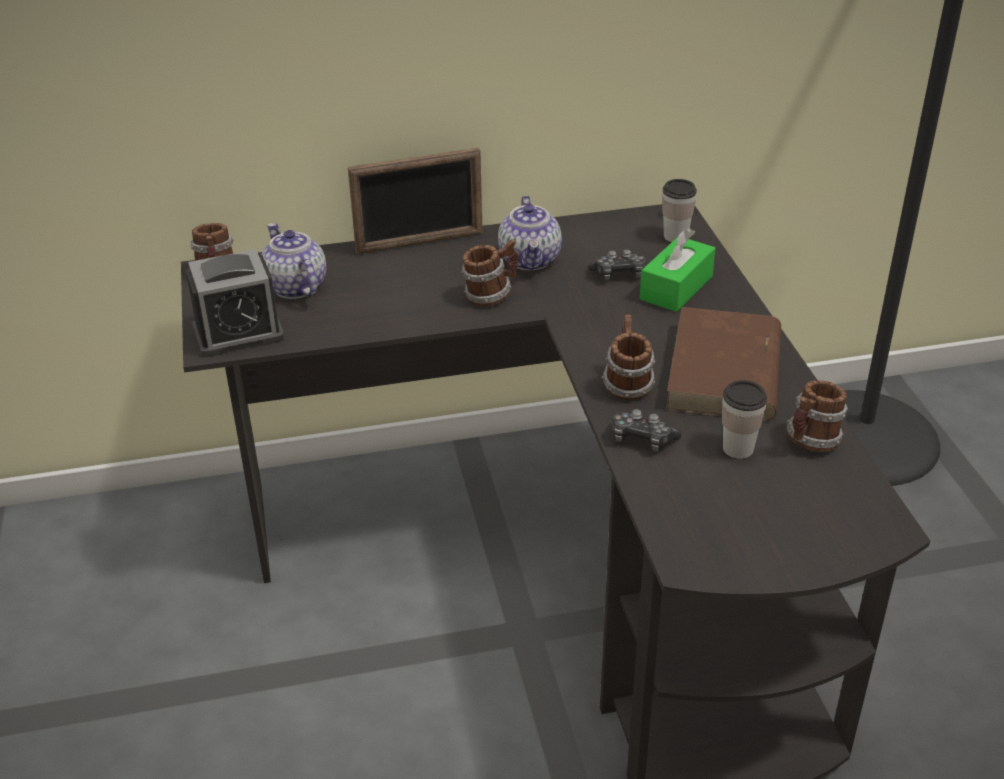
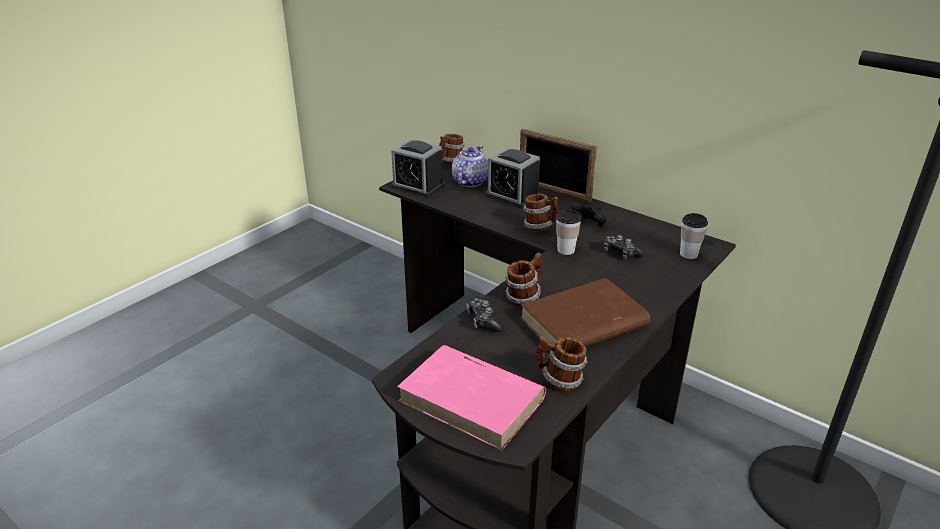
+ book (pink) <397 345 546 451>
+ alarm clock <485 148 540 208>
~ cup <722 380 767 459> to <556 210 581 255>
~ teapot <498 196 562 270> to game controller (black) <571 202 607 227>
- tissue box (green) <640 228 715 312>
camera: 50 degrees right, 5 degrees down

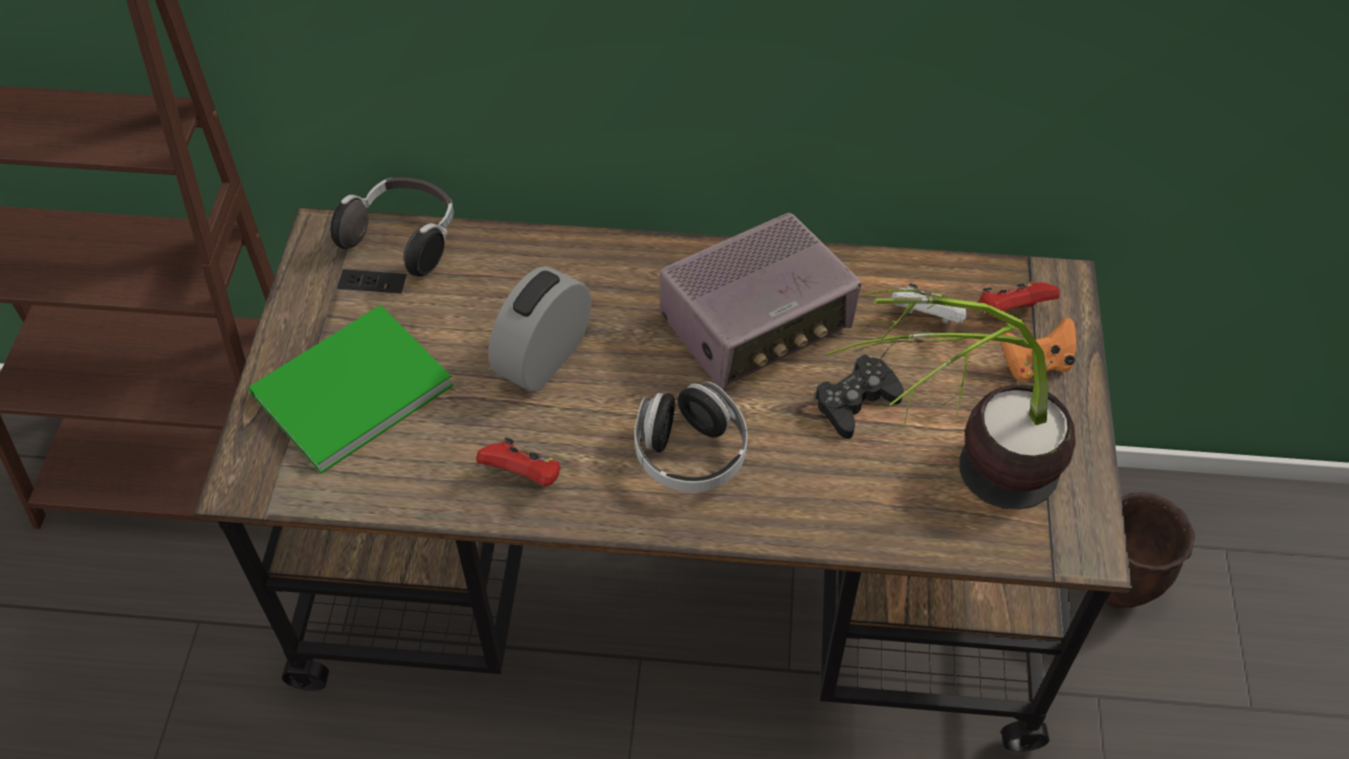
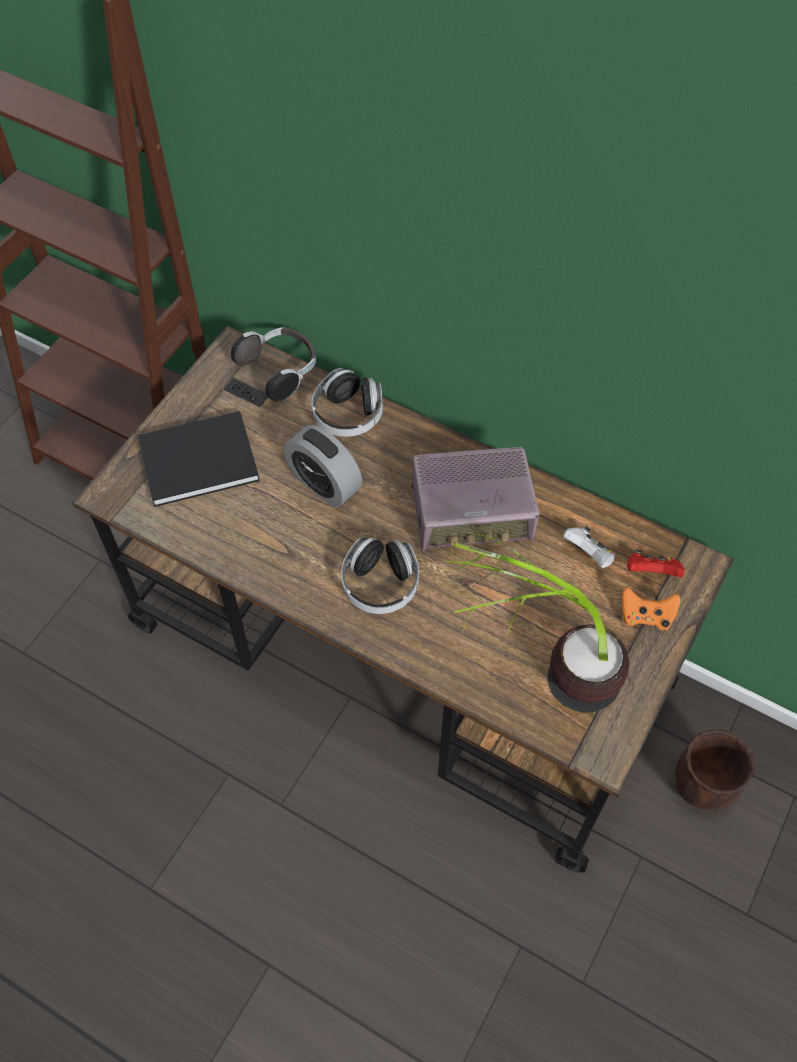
~ book (green) <248 305 453 473> to book (black) <138 411 260 507>
~ alarm clock <488 266 591 392> = <284 425 362 507> 105 degrees counterclockwise
+ headphones <312 368 383 437>
- game controller (red) <476 438 561 487>
- game controller (black) <814 355 904 439>
camera: 25 degrees right, 5 degrees up

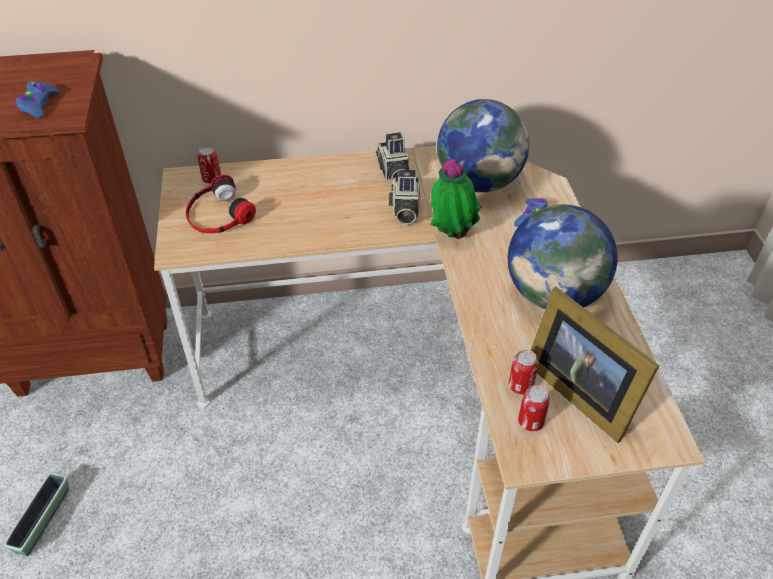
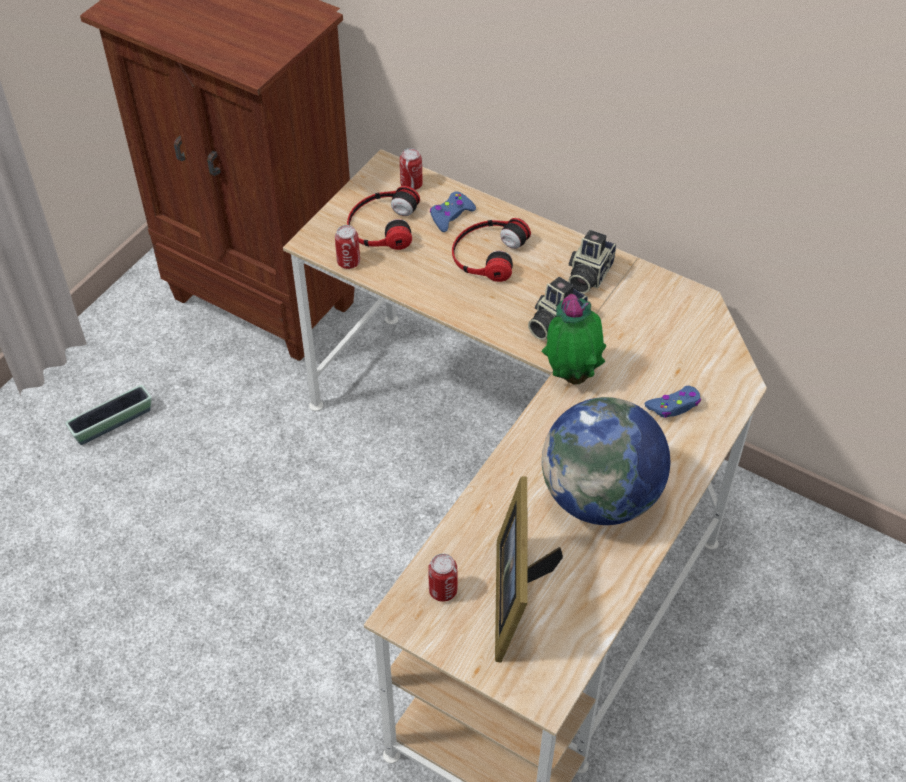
~ can <509 350 539 395> to <335 225 360 269>
~ game controller (blue) <15 81 60 118> to <430 191 476 232>
+ headphones <452 218 531 282>
- globe <437 99 529 192>
camera: 40 degrees right, 5 degrees up

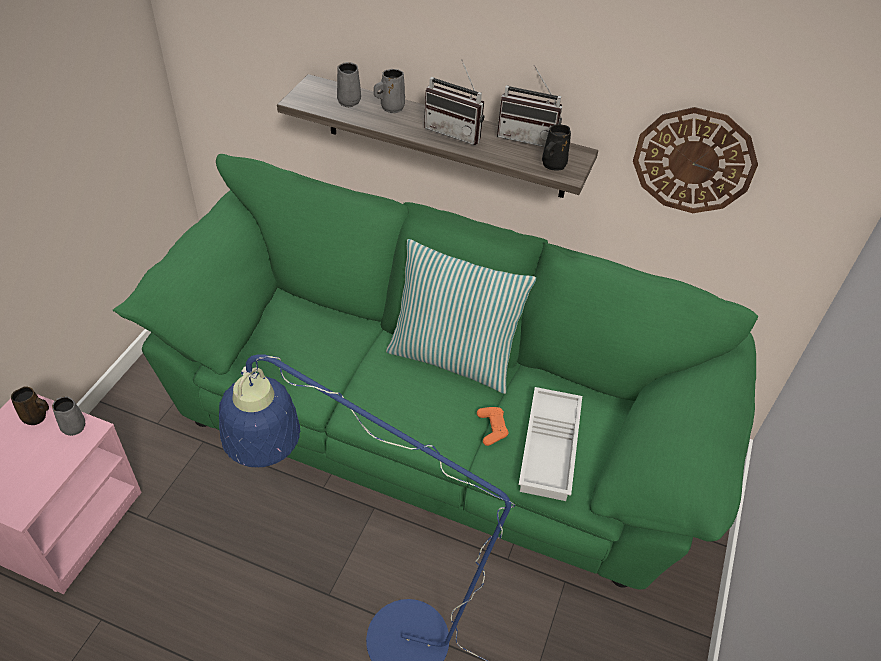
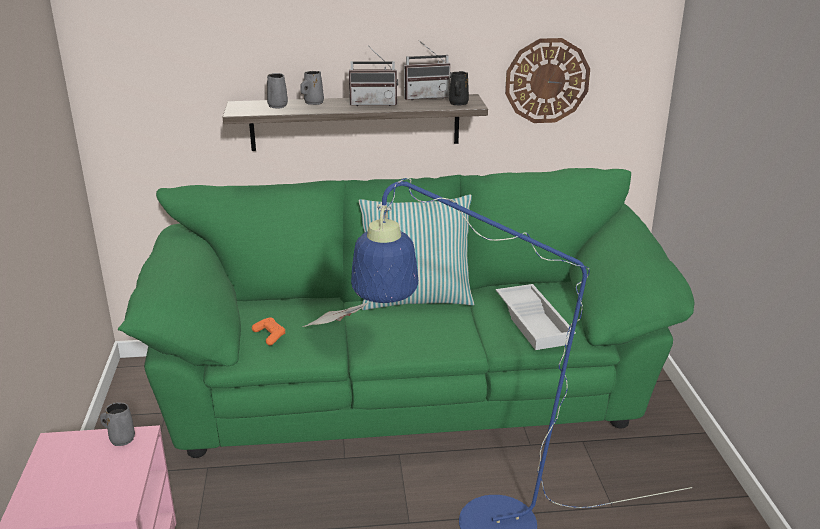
~ game controller (orange) <477 407 508 446> to <252 317 285 345>
+ newspaper <302 302 371 327>
- mug (brown) <11 386 49 425>
camera: 25 degrees left, 20 degrees down

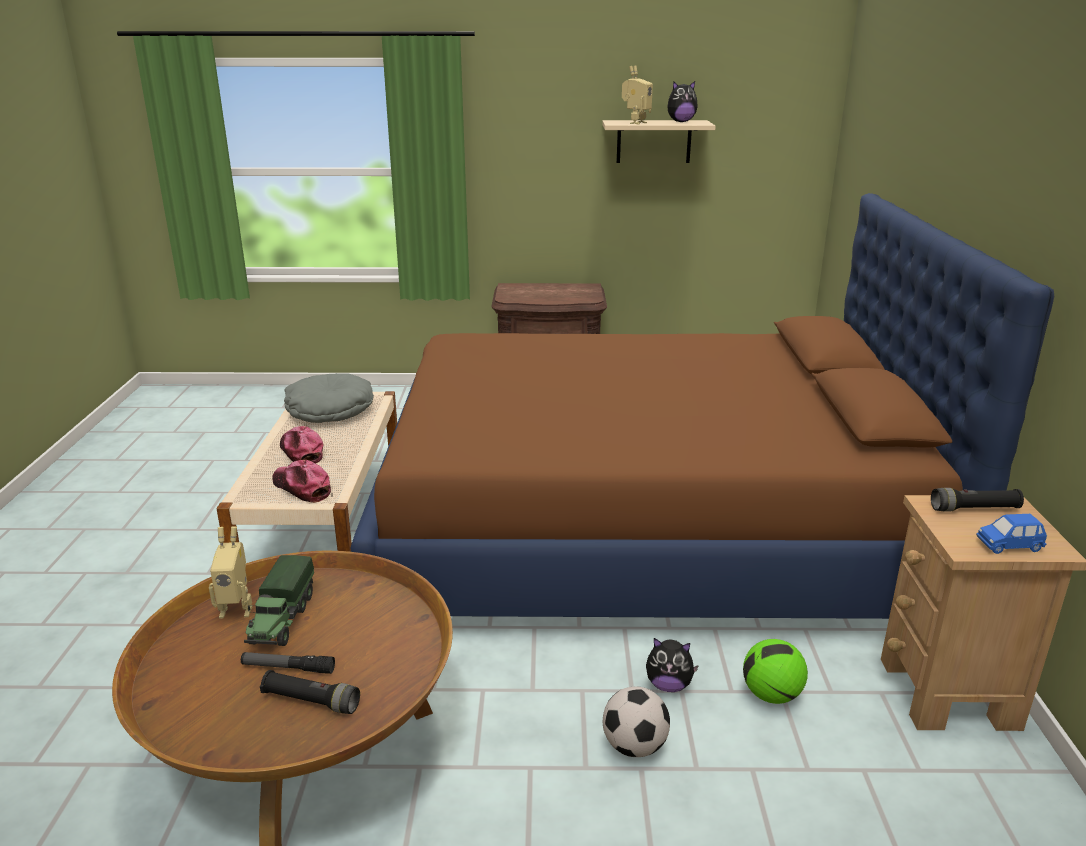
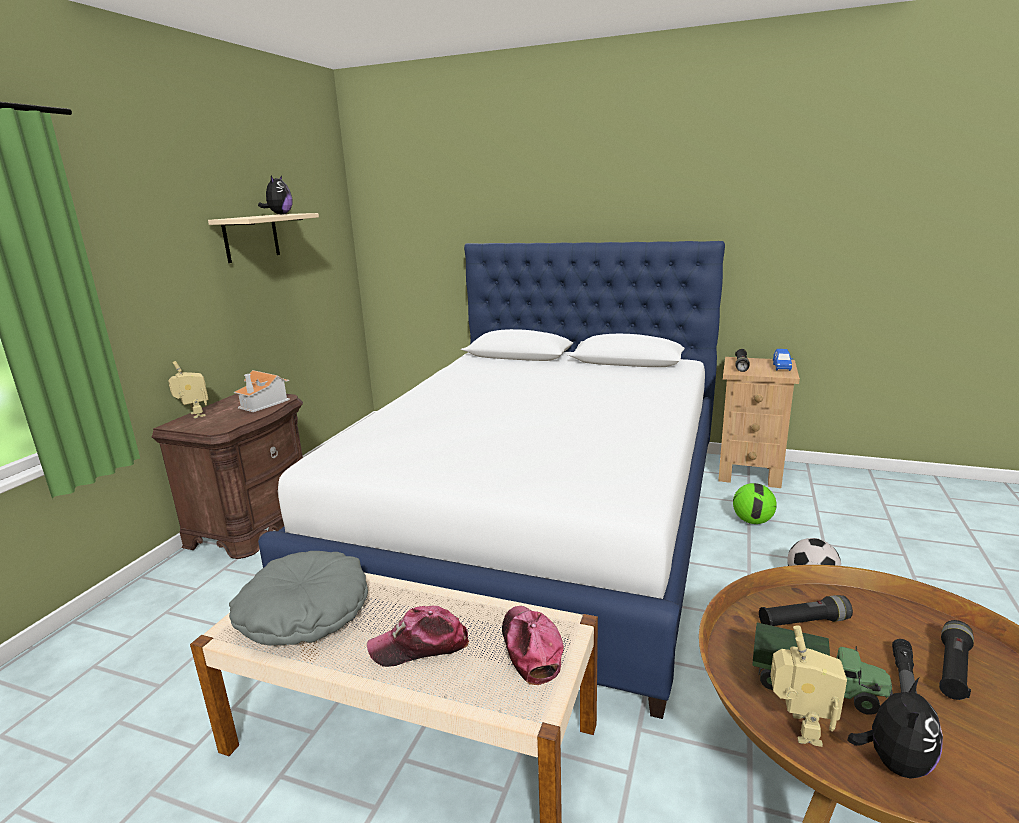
~ toy robot <622 65 653 124> to <168 361 208 418>
+ toy house <234 370 290 412>
~ bed (brown) <351 193 1054 619> to bed (white) <258 241 725 719>
~ cap <272 460 331 503> = <502 606 564 685> 105 degrees clockwise
+ flashlight (black) <759 595 853 626>
~ plush toy <646 638 699 692> to <847 678 943 779>
camera: 70 degrees left, 5 degrees down

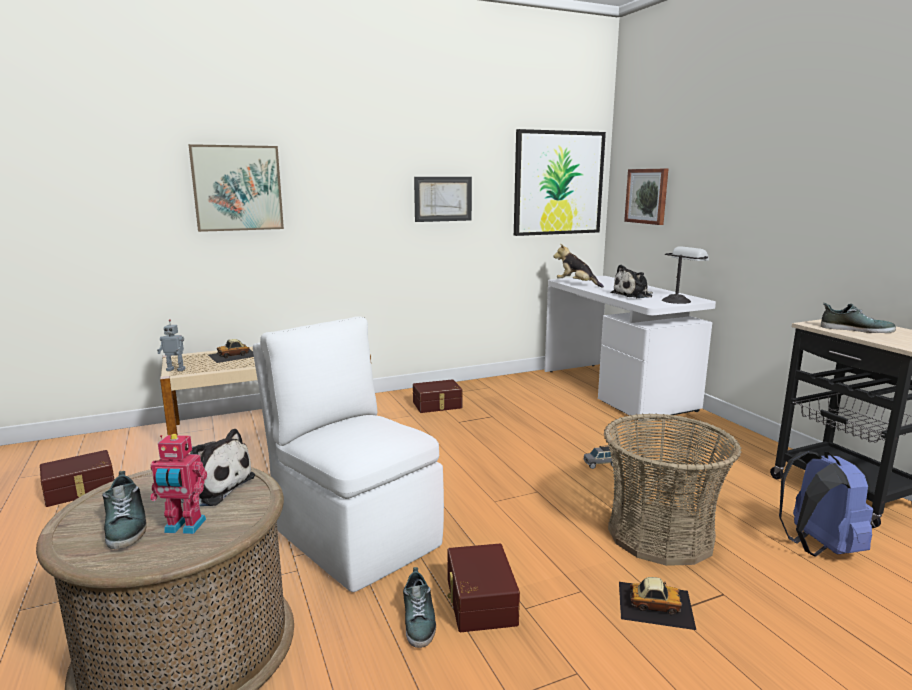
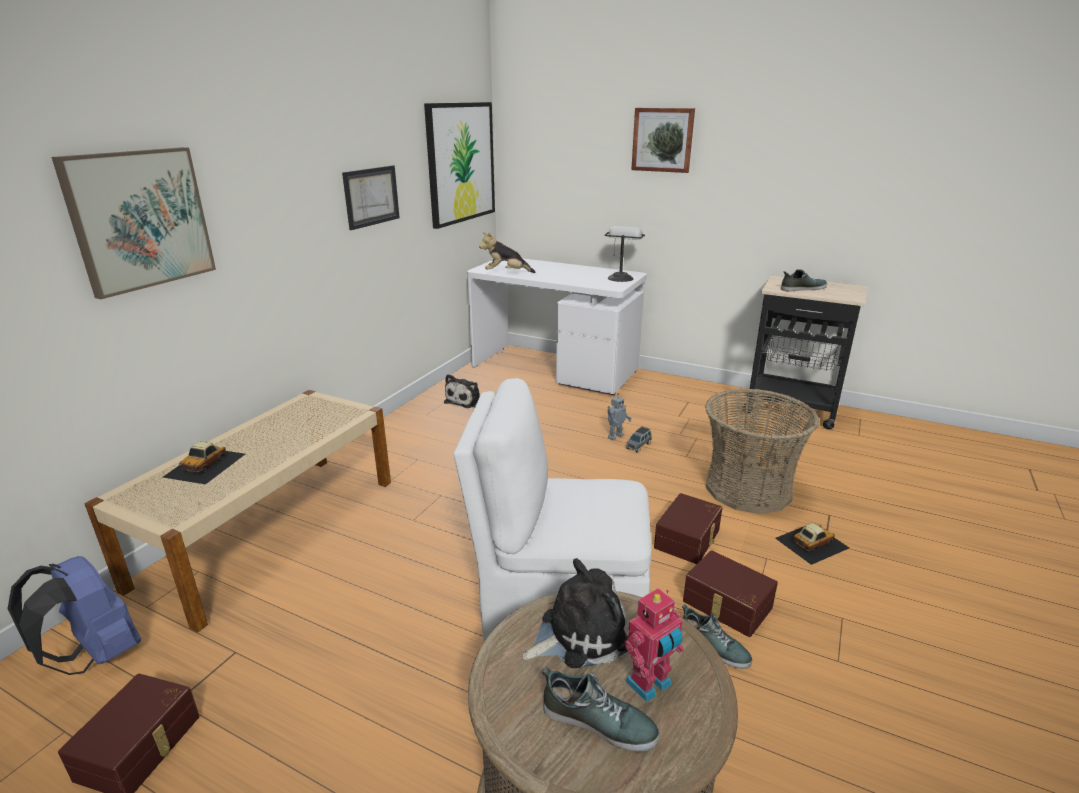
~ backpack (blue) <779 451 873 556> to <8 556 141 675>
~ plush toy <611 265 653 298> to <444 374 480 408>
~ toy robot <157 319 186 371> to <607 393 632 440>
~ picture <624 169 668 225> to <631 108 695 173>
~ storage box (brown) <413 379 463 413> to <654 493 722 564>
camera: 40 degrees left, 10 degrees up

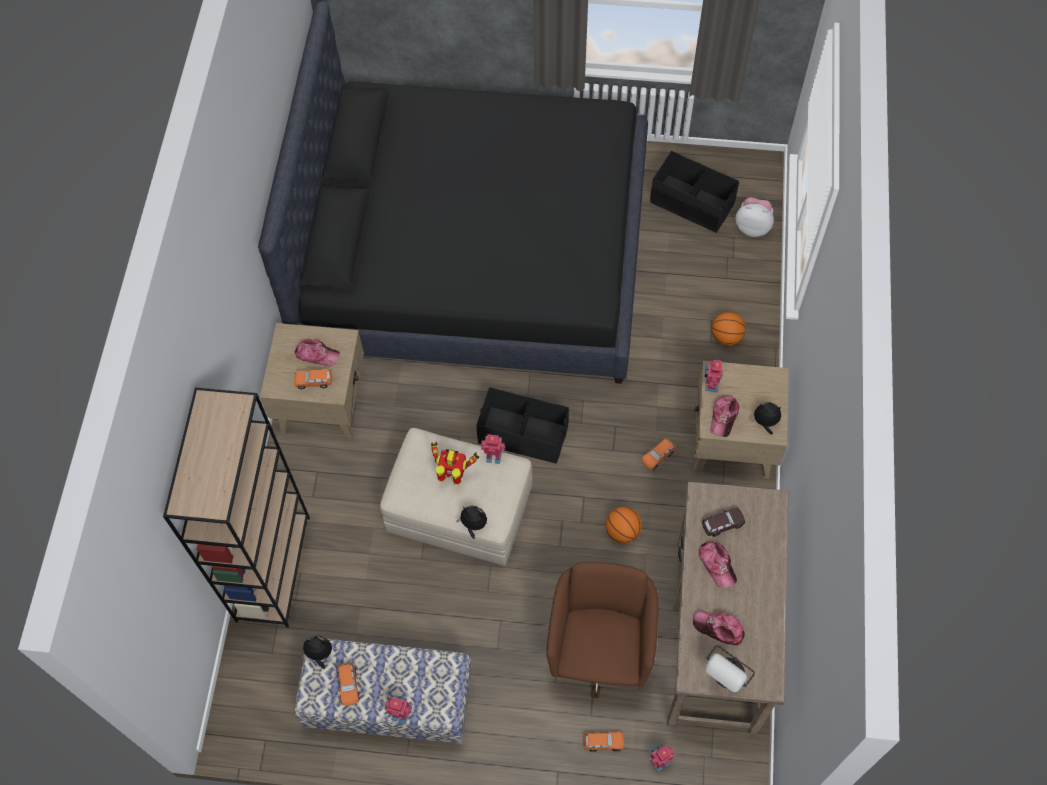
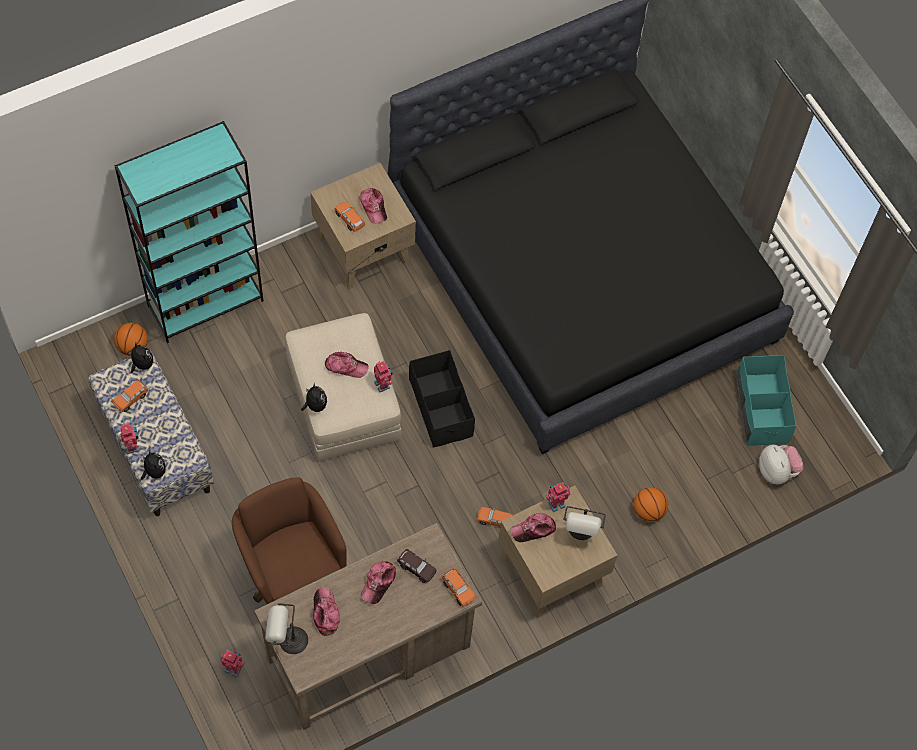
~ bookcase (beige) <163 387 310 628> to bookcase (turquoise) <114 121 263 343>
~ basketball <605 507 642 543> to <114 323 148 356>
~ plush toy <751 402 781 435> to <141 451 166 480>
~ office chair (brown) <546 562 658 698> = <232 477 347 604> 90 degrees counterclockwise
~ toy robot <431 442 480 485> to cap <325 352 369 378>
~ toy car (orange) <583 730 624 752> to <442 568 476 606>
+ table lamp <563 506 606 540>
~ storage box (black) <650 151 739 233> to storage box (turquoise) <736 355 796 446>
camera: 50 degrees right, 0 degrees up

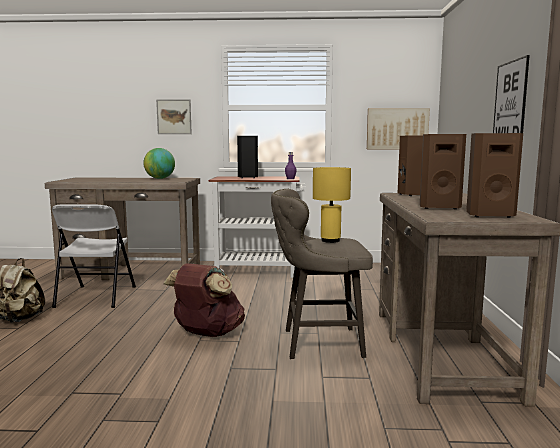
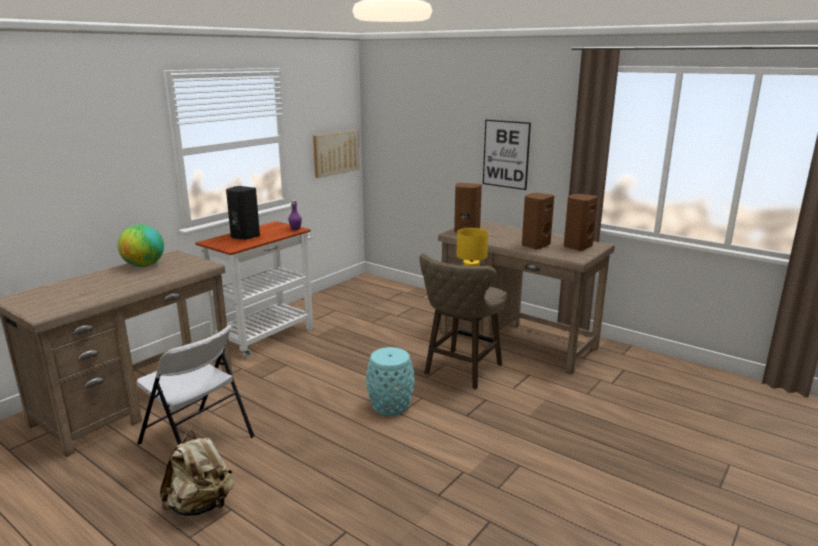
~ backpack (brown) <163 263 245 337> to stool (turquoise) <366 347 414 416>
- picture <156 99 192 134>
camera: 55 degrees left, 10 degrees up

